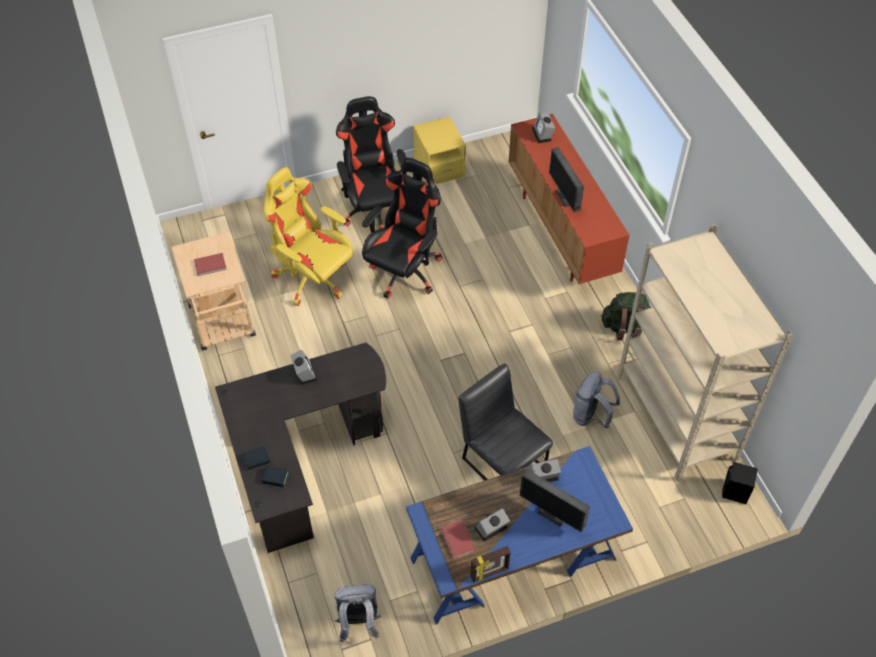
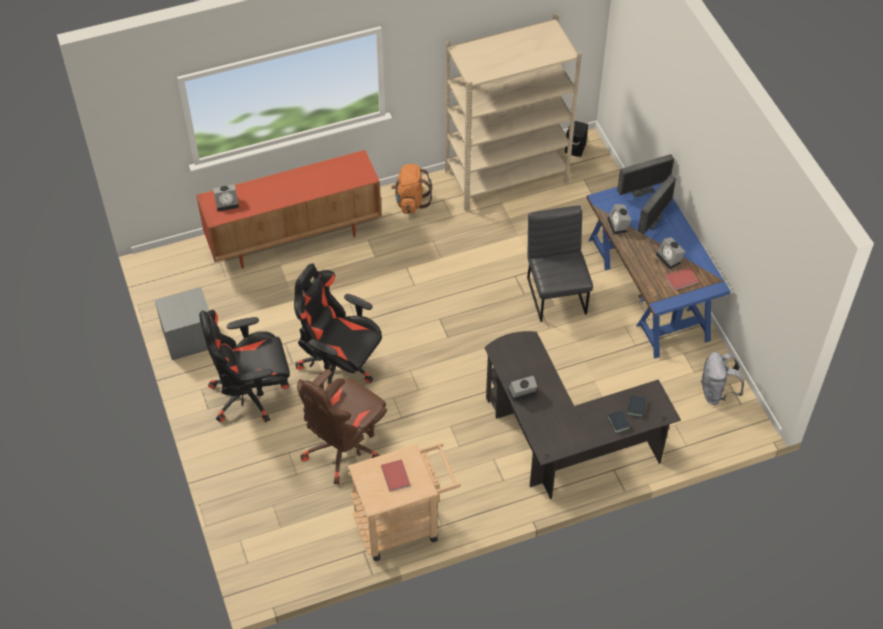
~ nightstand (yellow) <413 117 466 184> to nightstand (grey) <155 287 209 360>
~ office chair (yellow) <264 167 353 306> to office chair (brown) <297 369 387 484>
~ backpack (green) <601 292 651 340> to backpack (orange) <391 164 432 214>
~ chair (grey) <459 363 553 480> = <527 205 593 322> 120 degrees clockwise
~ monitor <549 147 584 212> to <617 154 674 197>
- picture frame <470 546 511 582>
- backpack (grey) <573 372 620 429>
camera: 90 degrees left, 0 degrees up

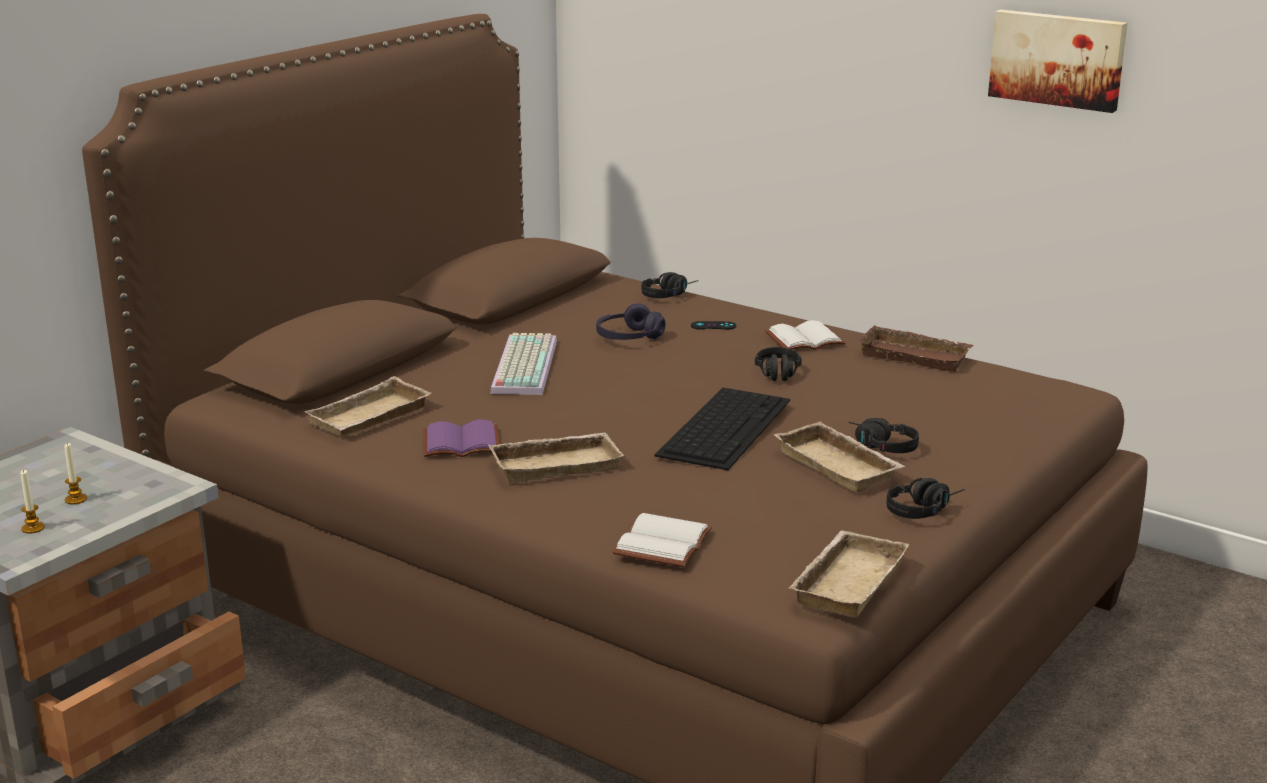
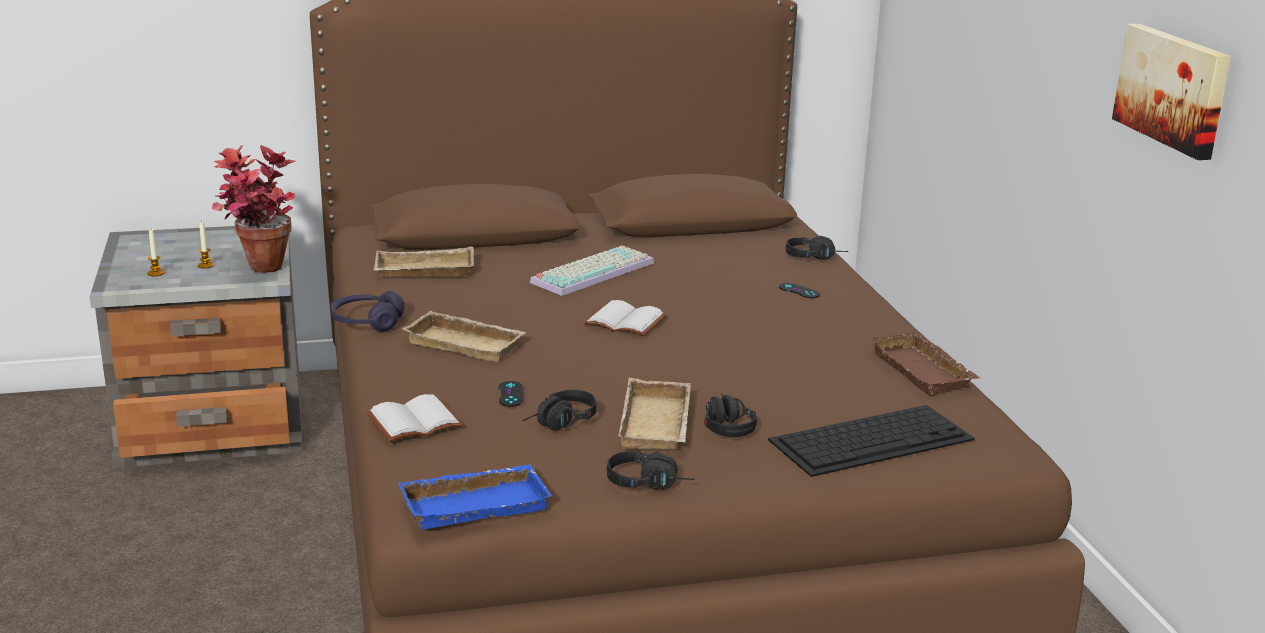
+ potted plant <212 145 295 273>
~ headphones (purple) <596 303 666 340> to <331 291 404 331>
~ tray (beige) <789 530 910 618> to tray (blue) <398 465 552 529>
+ game controller (black) <499 381 523 407>
~ headphones (black) <755 347 802 381> to <522 390 596 431>
~ book (white) <765 320 846 350> to <583 300 667 336>
~ keyboard <655 387 790 470> to <768 405 975 477>
- book (purple) <423 420 500 457>
camera: 40 degrees right, 0 degrees up

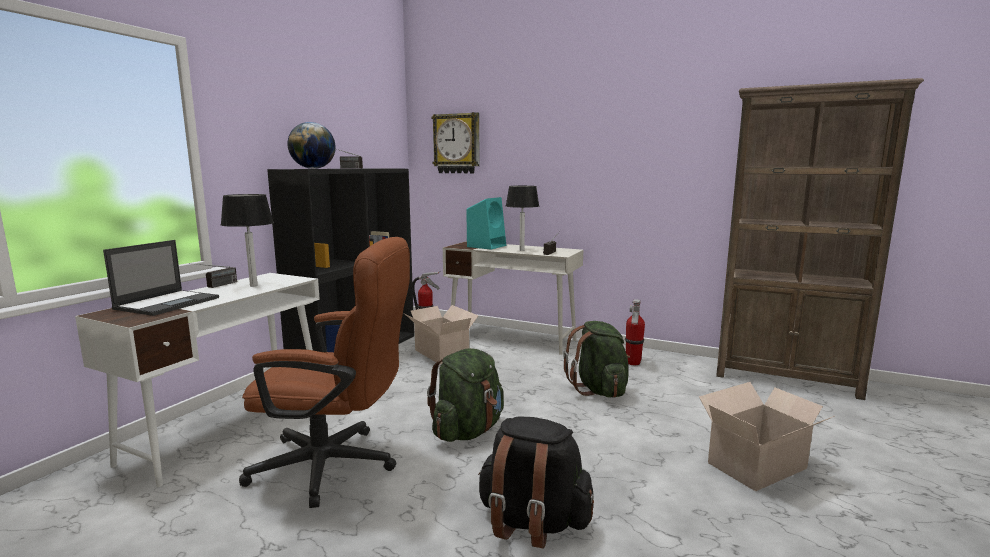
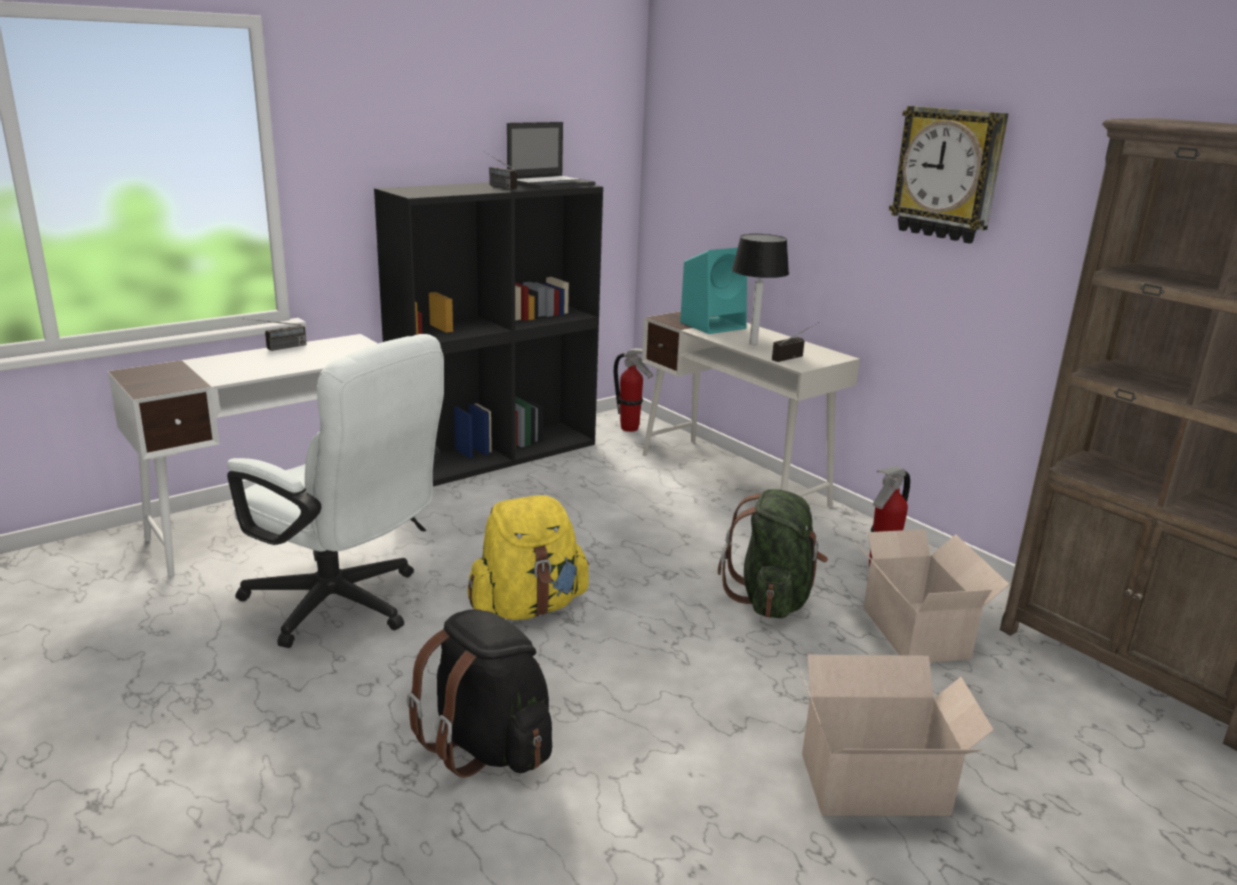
~ office chair (brown) <239 237 410 508> to office chair (white) <227 334 444 648>
~ backpack (green) <427 348 504 442> to backpack (yellow) <467 495 590 620>
~ laptop <103 240 219 316> to <507 122 596 189>
~ cardboard box <405 305 479 365> to <853 529 1010 662>
~ wall clock <431 112 480 174> to <889 106 1008 243>
- table lamp <221 194 274 287>
- globe <287 122 336 169>
camera: 25 degrees right, 10 degrees up

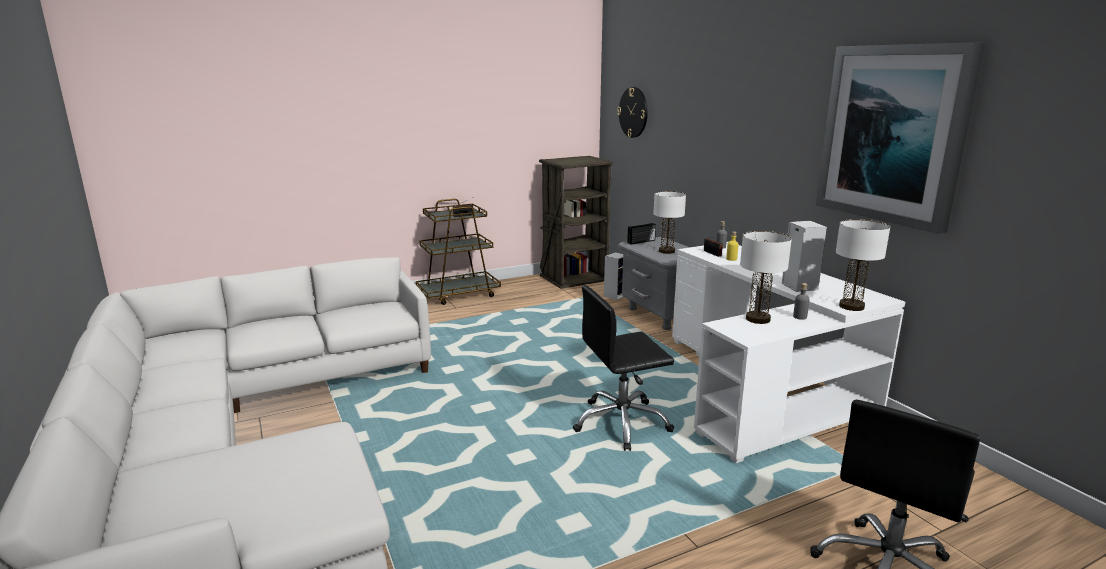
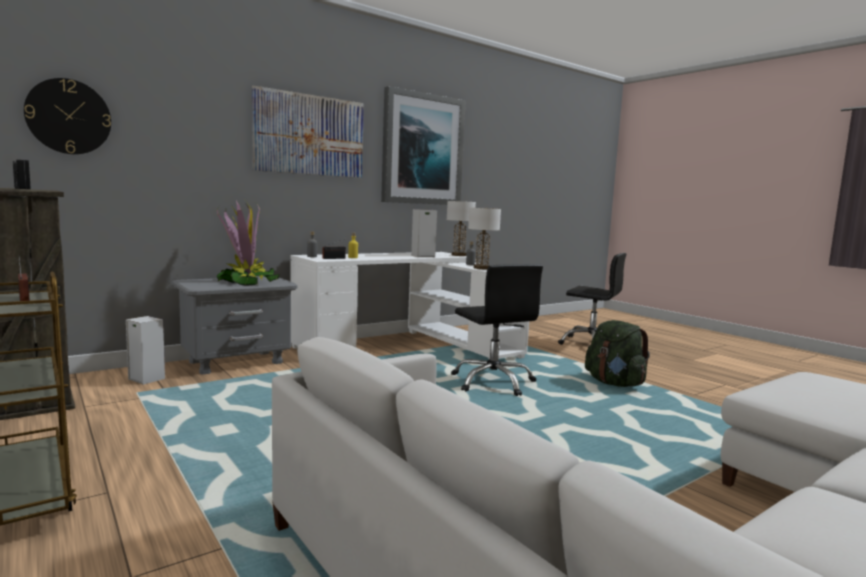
~ radio <627 223 656 244> to <13 160 31 189>
~ table lamp <653 191 686 254> to potted plant <217 200 280 285>
+ picture <252 86 364 178>
+ backpack (green) <585 320 650 387>
camera: 100 degrees left, 10 degrees down

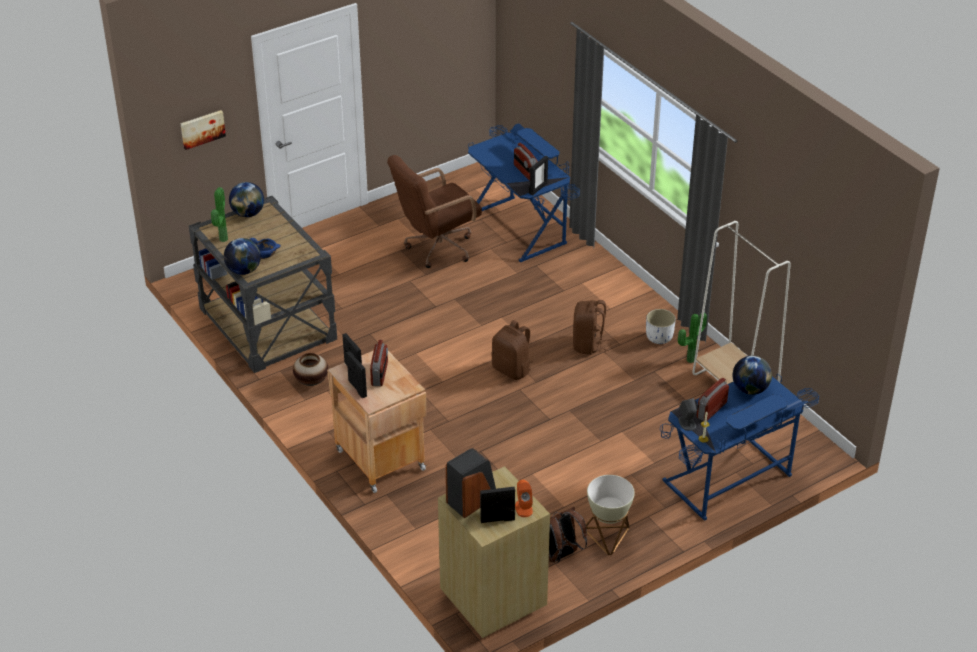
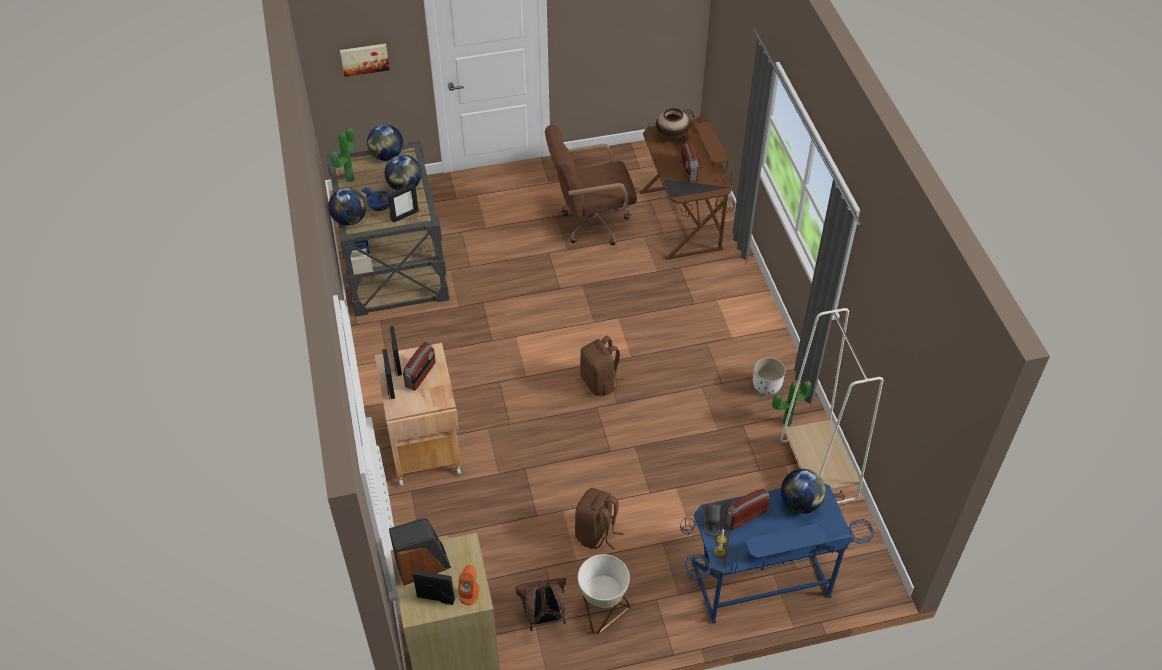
+ globe <385 155 422 191>
~ picture frame <529 156 548 196> to <388 183 419 223>
~ backpack (brown) <573 300 610 355> to <575 488 624 550>
~ desk (blue) <468 123 580 263> to desk (brown) <640 109 735 260>
~ vase <293 353 328 386> to <656 108 690 140>
camera: 20 degrees right, 10 degrees up

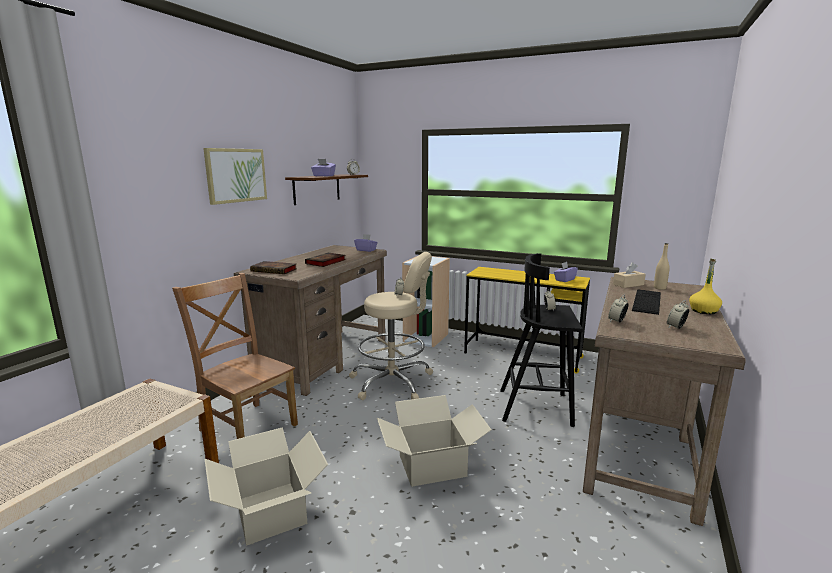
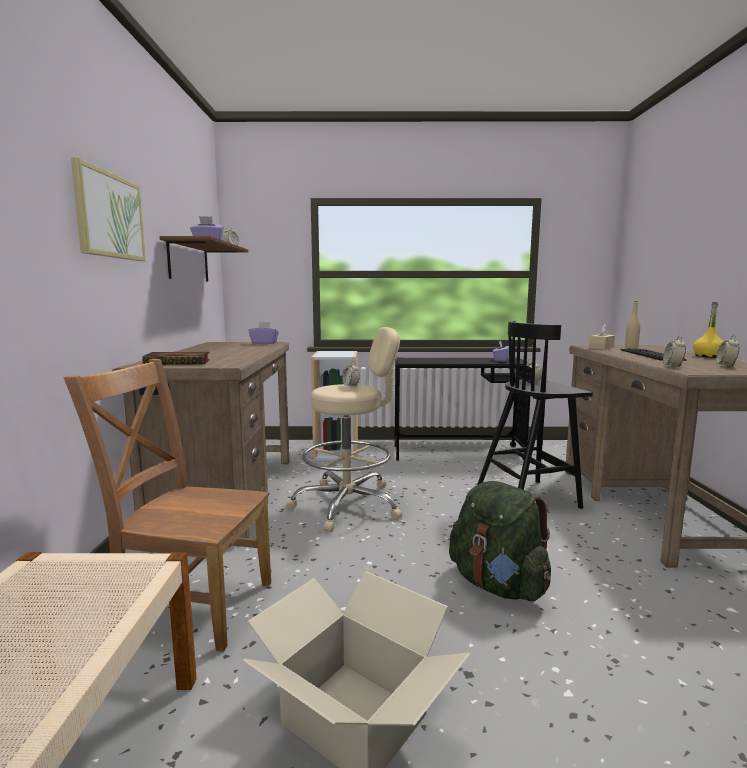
~ desk (yellow) <464 267 590 374> to desk (black) <395 358 531 461>
~ cardboard box <377 395 492 487> to backpack (green) <449 481 551 602>
- book <305 253 346 267>
camera: 25 degrees left, 5 degrees down

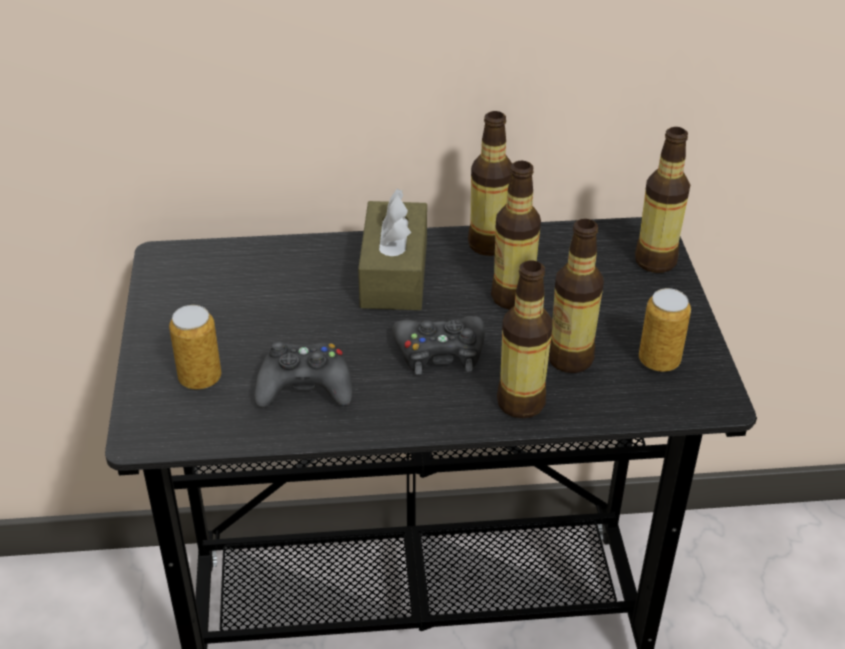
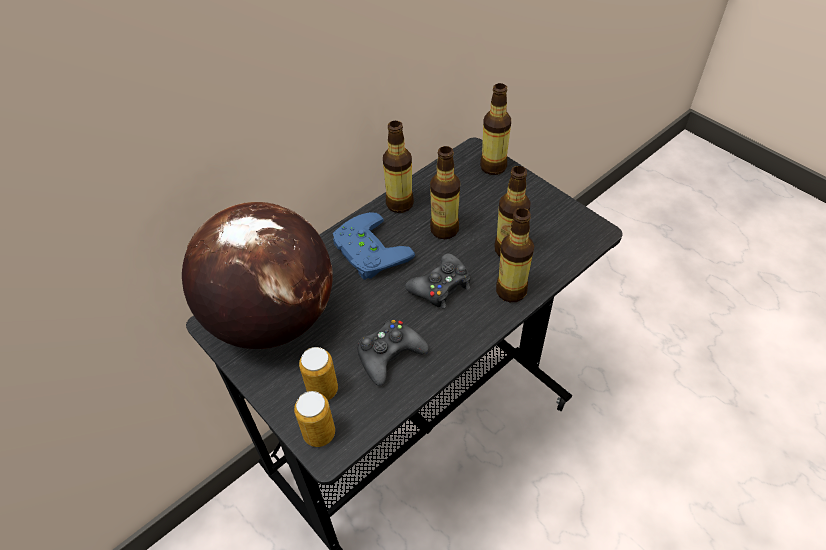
+ globe <182 202 333 349>
~ can <639 288 691 372> to <294 391 335 447>
~ tissue box (brown) <358 189 427 310> to game controller (blue) <333 212 415 280>
camera: 35 degrees left, 10 degrees up

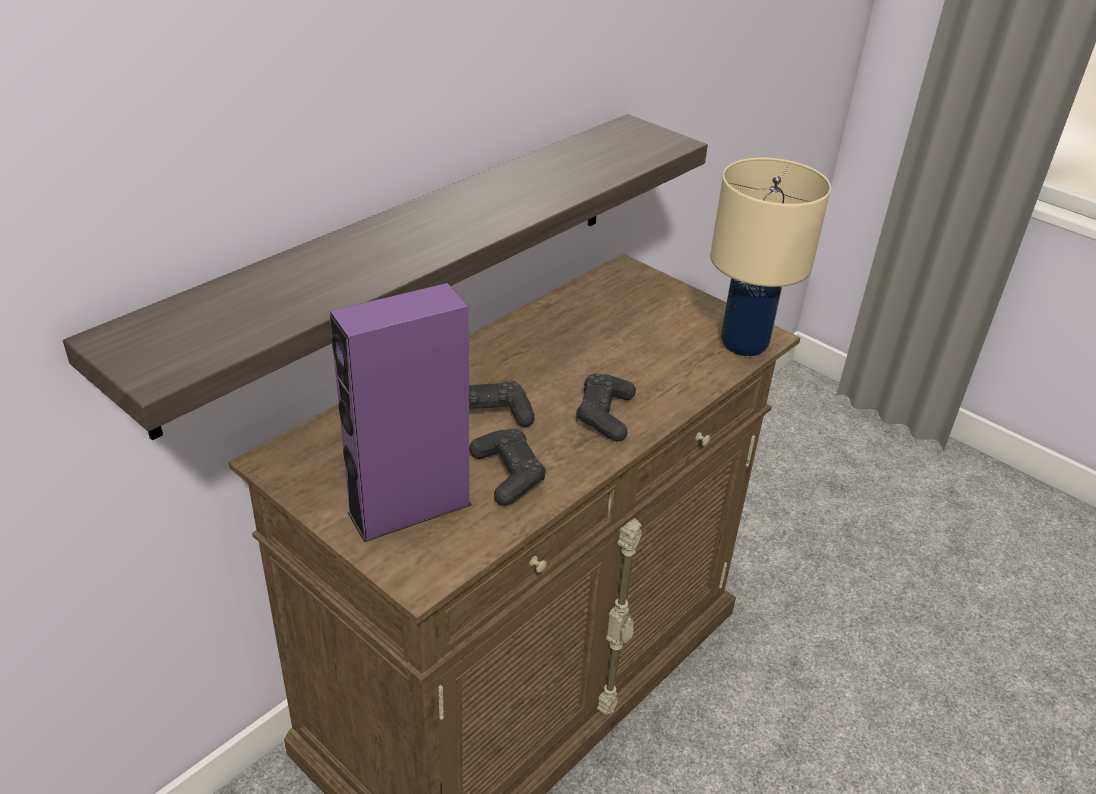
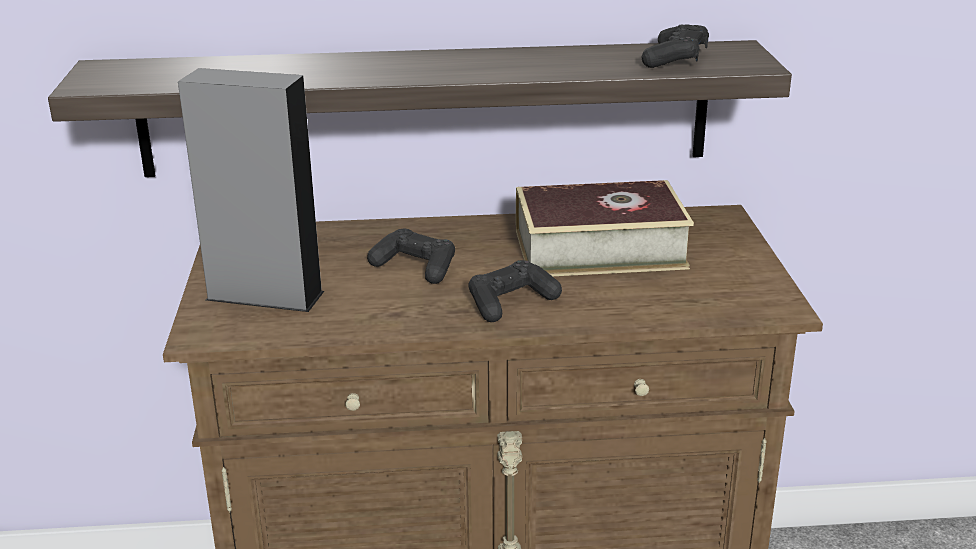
~ speaker (purple) <330 283 472 542> to speaker (grey) <178 68 324 312>
+ book <516 180 694 276>
~ game controller (black) <469 429 546 506> to <642 25 709 68>
- table lamp (beige) <710 157 831 356>
camera: 45 degrees right, 10 degrees down

